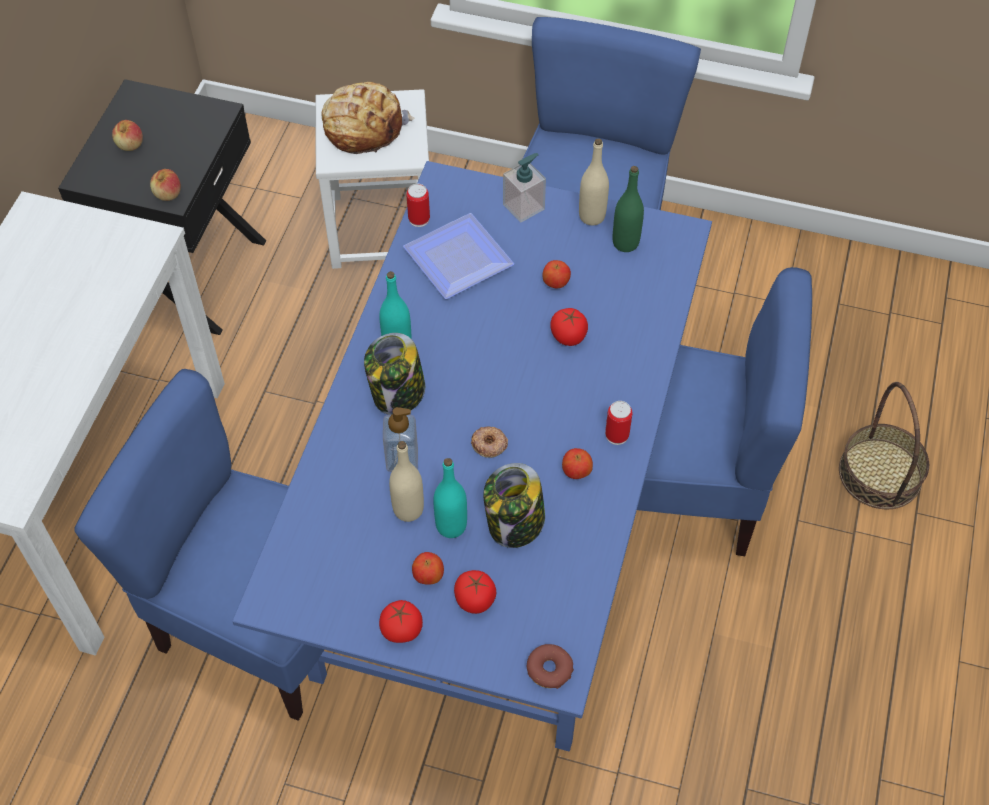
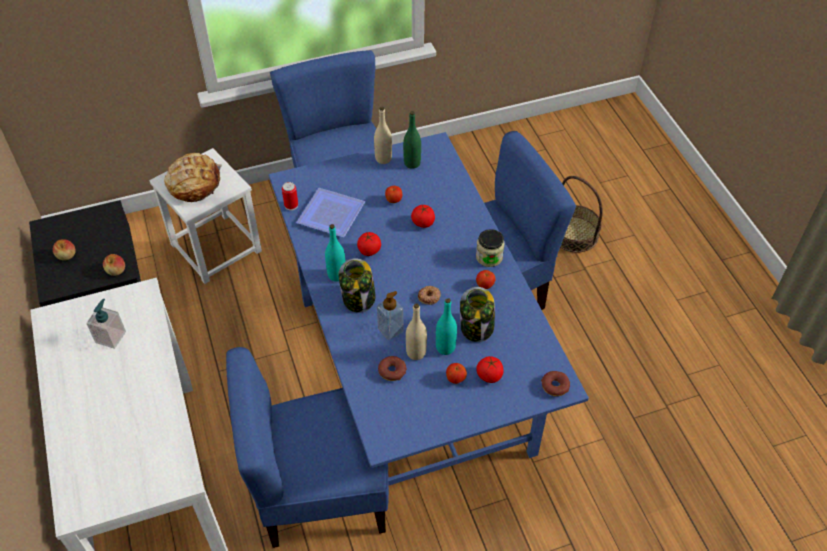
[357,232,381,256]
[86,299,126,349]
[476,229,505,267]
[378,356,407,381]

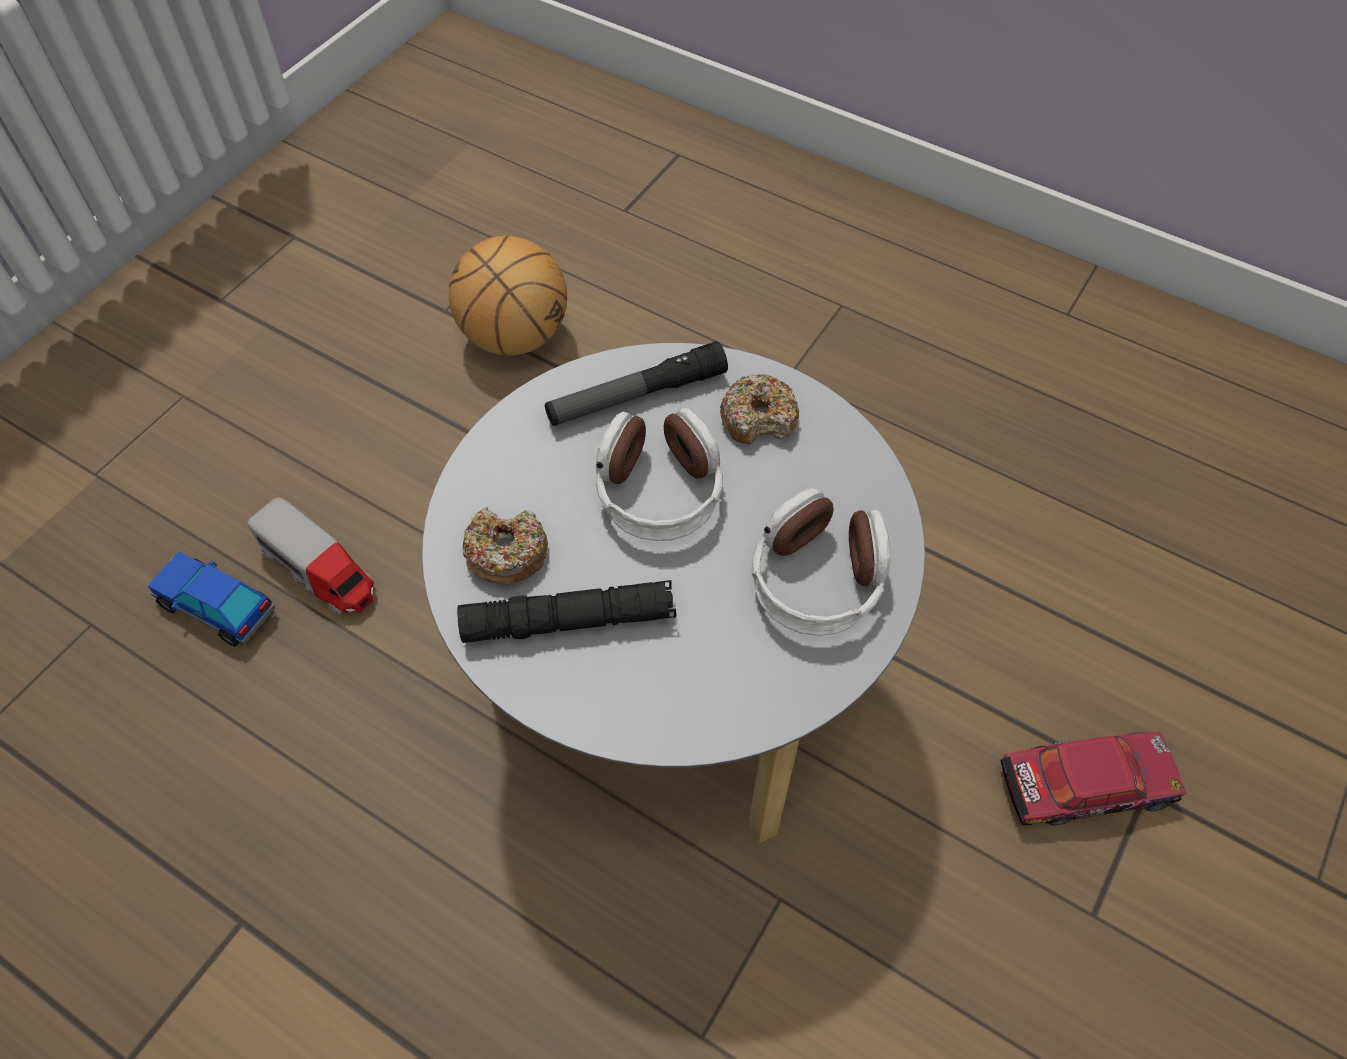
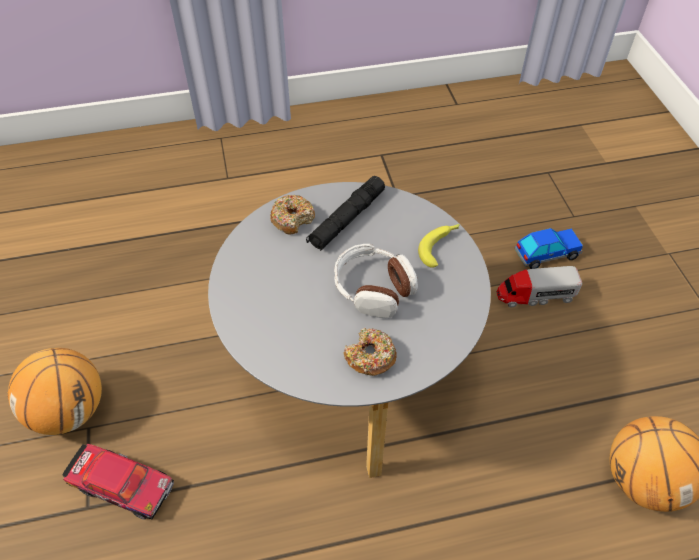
[270,195,315,235]
[545,341,728,426] (first image)
[752,488,891,636] (first image)
[62,443,174,520]
[7,348,102,435]
[418,224,460,268]

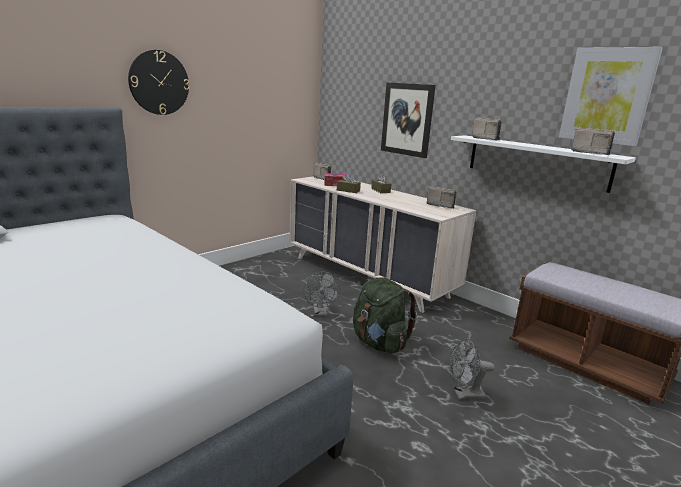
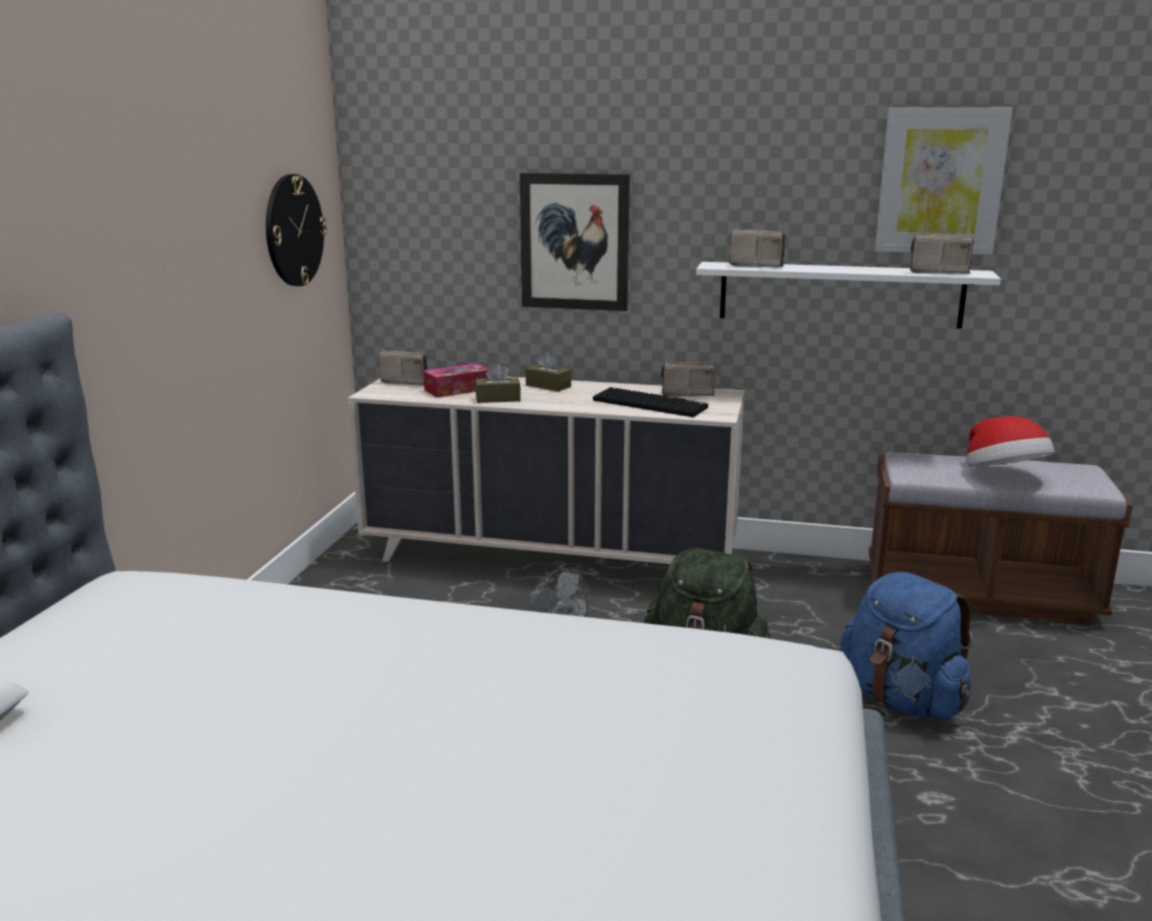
[266,174,327,286]
[840,572,973,720]
[593,387,708,417]
[966,416,1054,467]

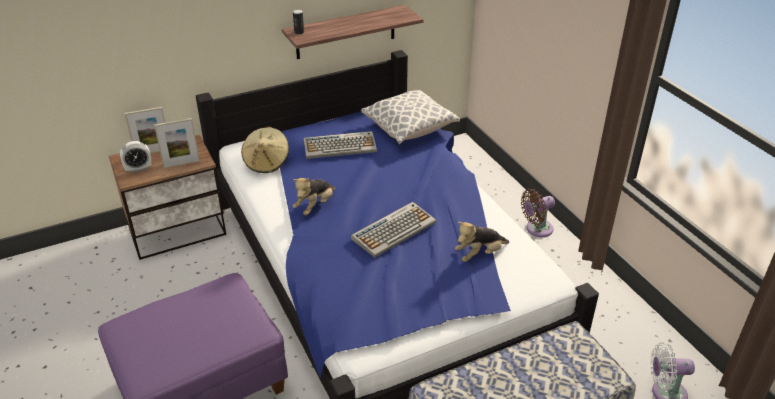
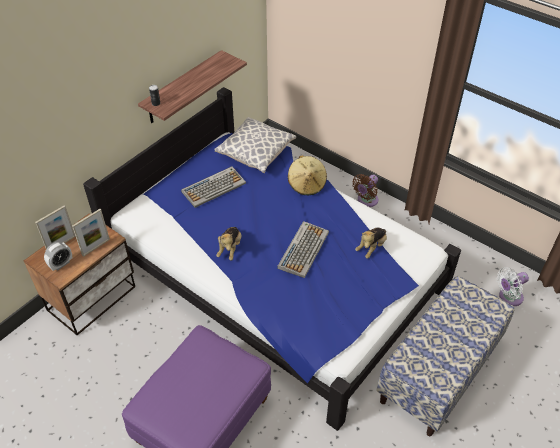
[288,155,327,195]

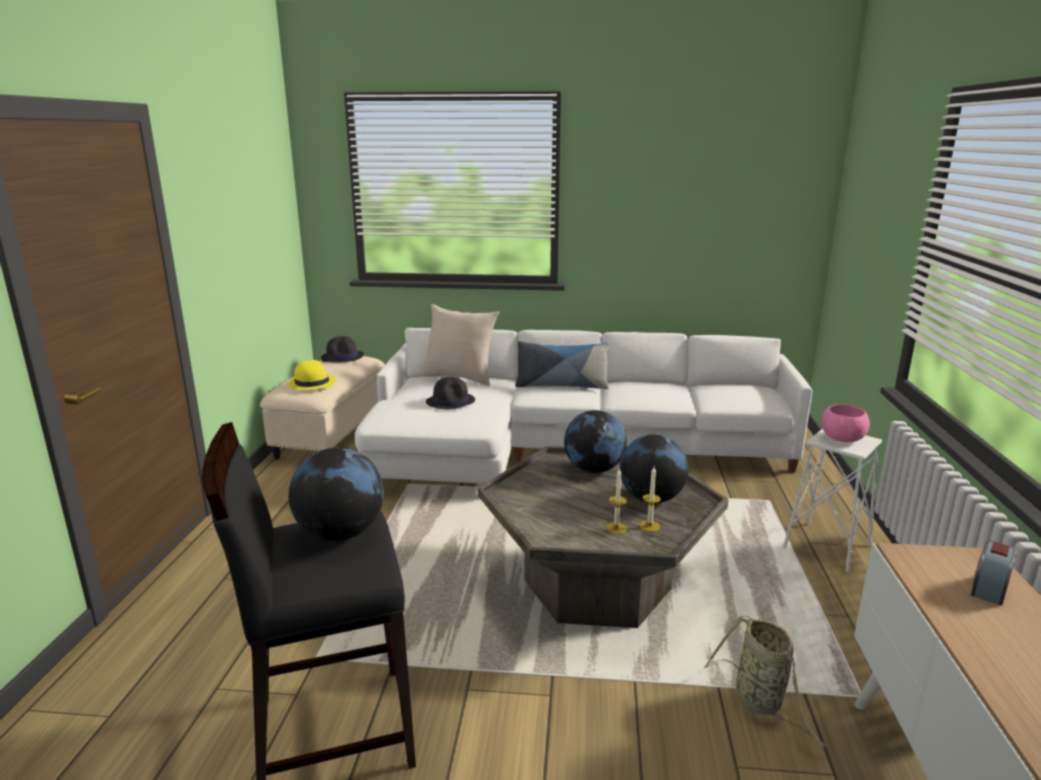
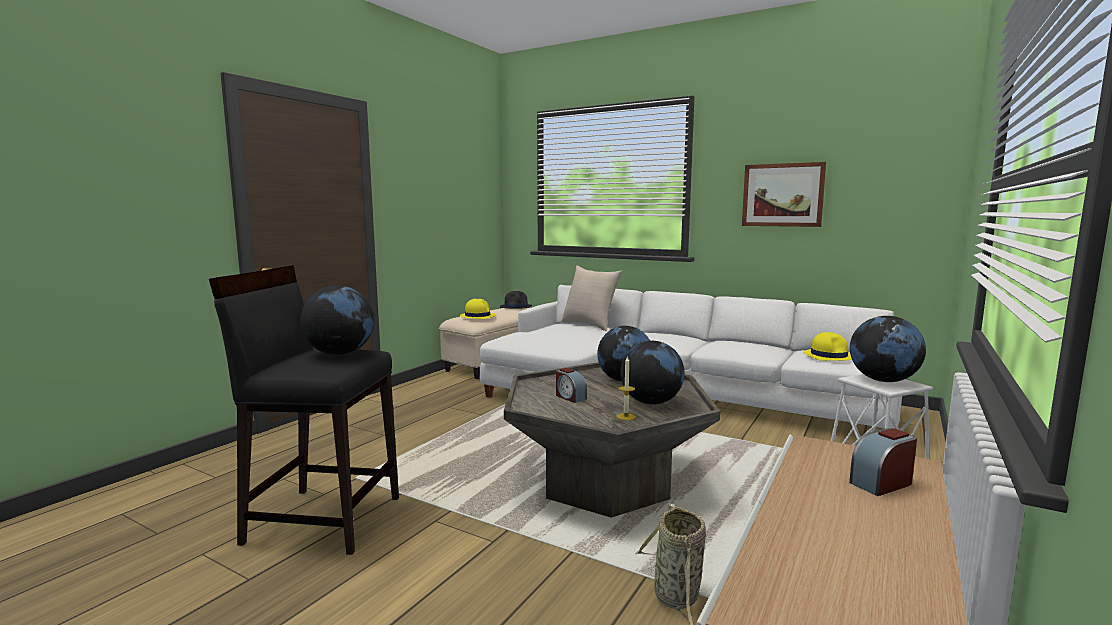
[426,377,475,409] (first image)
[515,341,609,389] (first image)
[606,467,627,534] (first image)
[850,316,926,382]
[556,368,587,403]
[742,162,826,227]
[803,332,852,361]

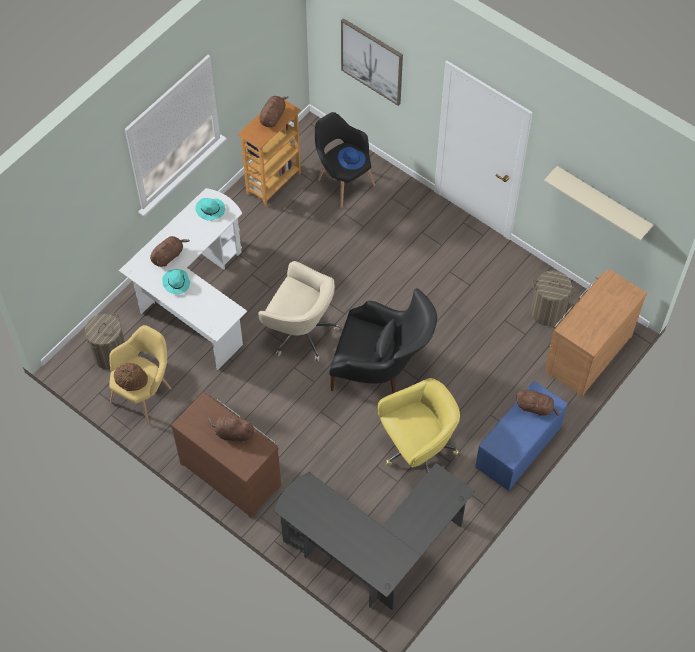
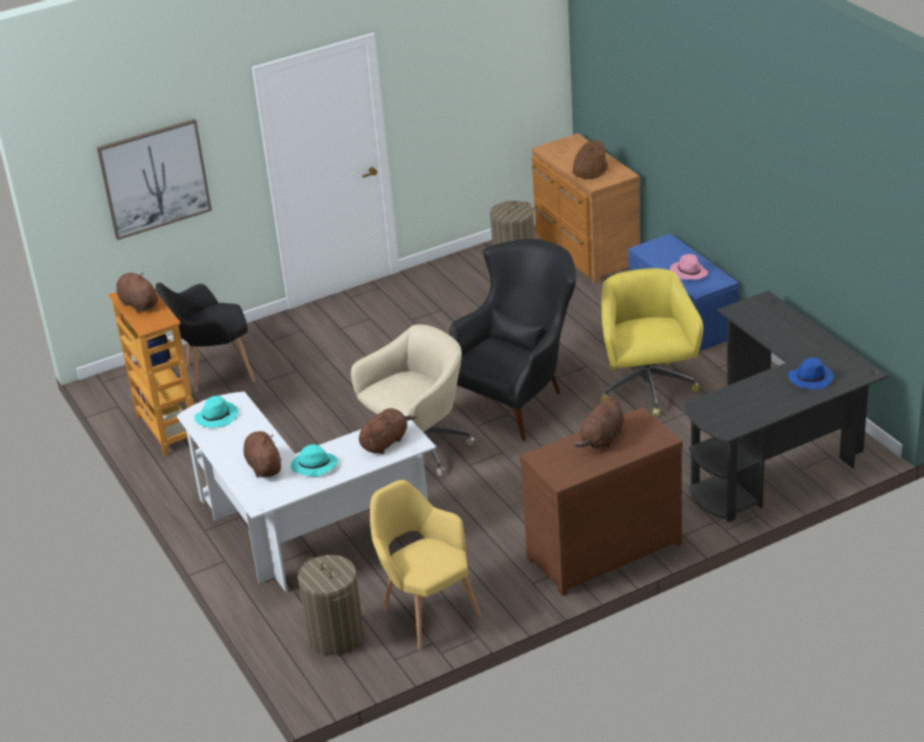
[573,140,608,179]
[788,358,834,390]
[359,408,417,454]
[544,166,653,240] (first image)
[670,254,708,280]

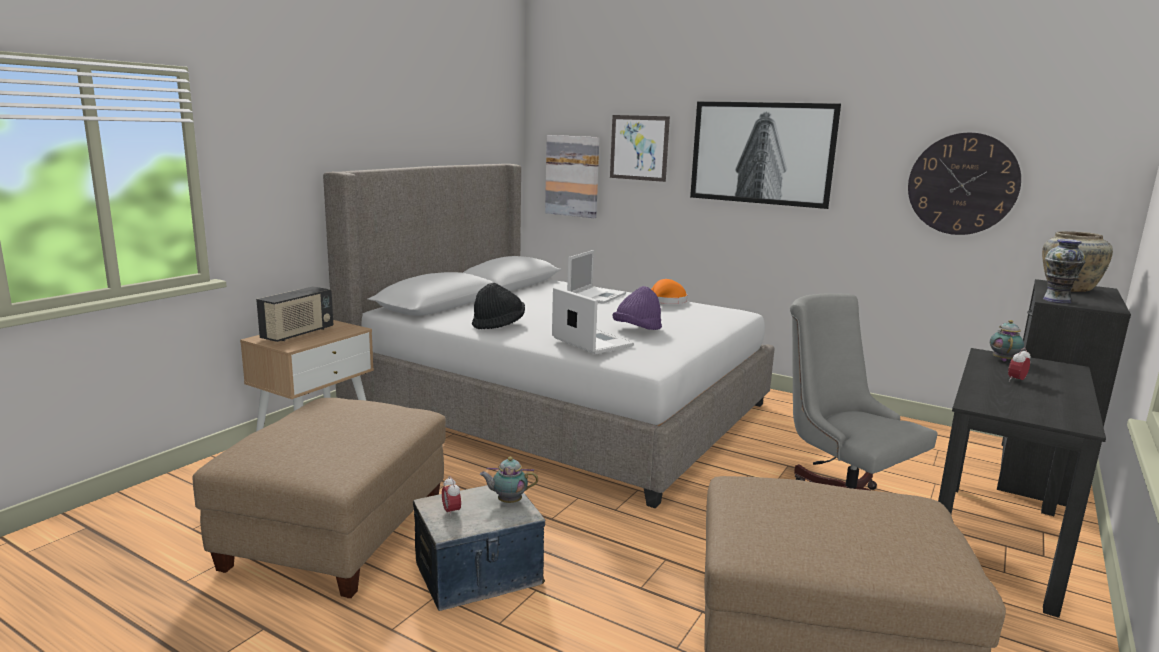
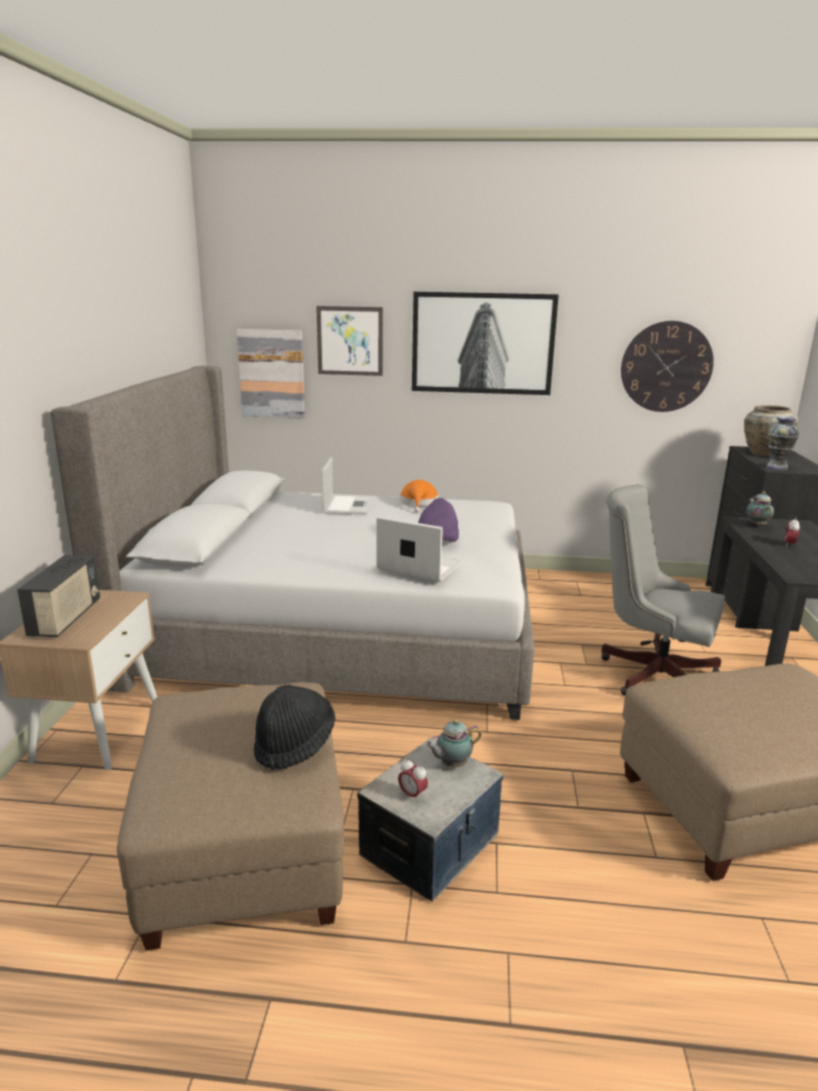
[254,685,335,770]

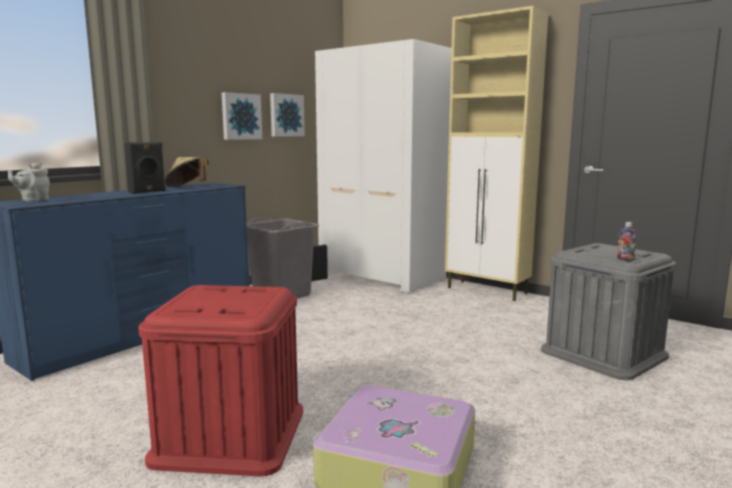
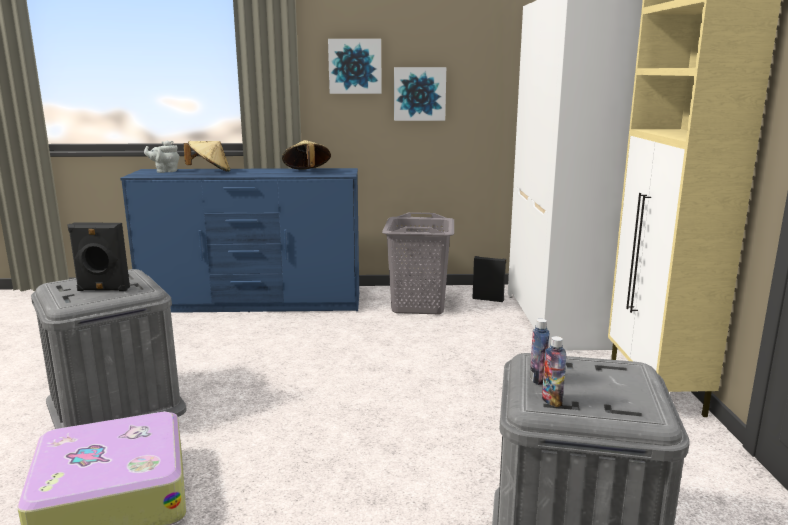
[67,222,130,291]
[31,269,187,429]
[328,39,382,94]
[184,141,230,172]
[530,319,549,385]

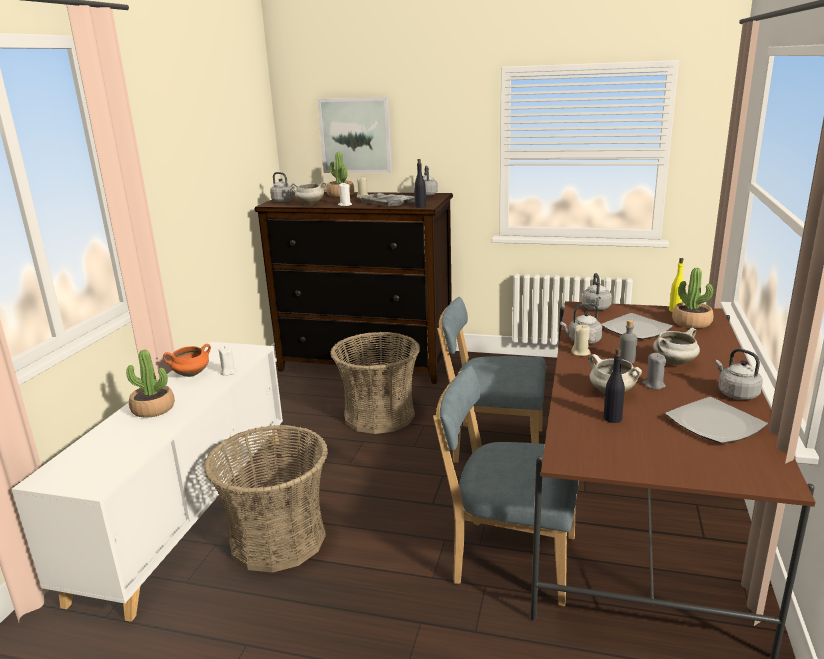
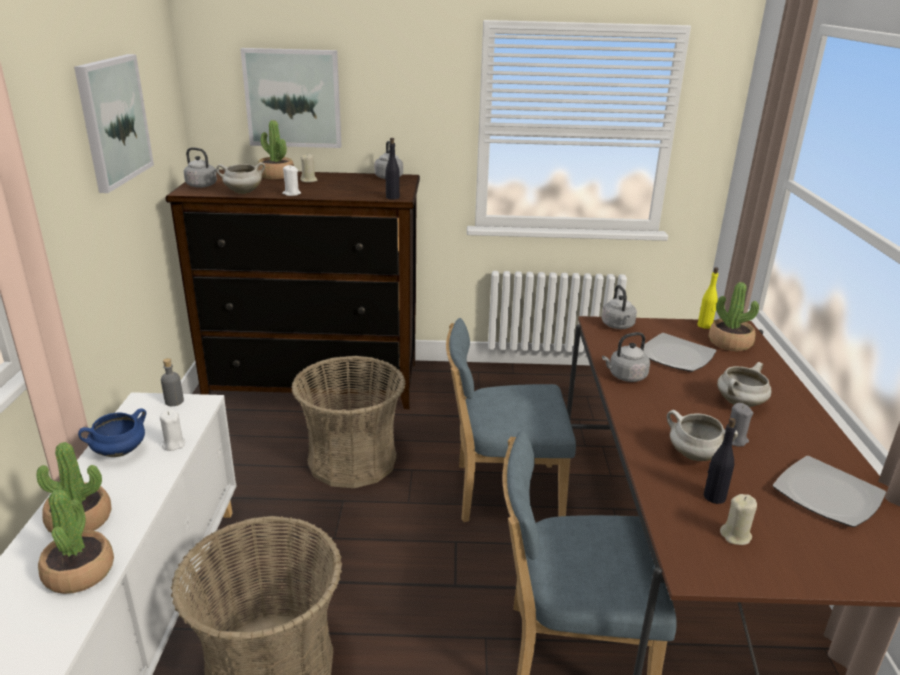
[78,408,146,457]
[359,193,427,207] (first image)
[720,494,757,545]
[161,358,184,406]
[715,349,763,400] (first image)
[38,489,114,594]
[74,54,154,193]

